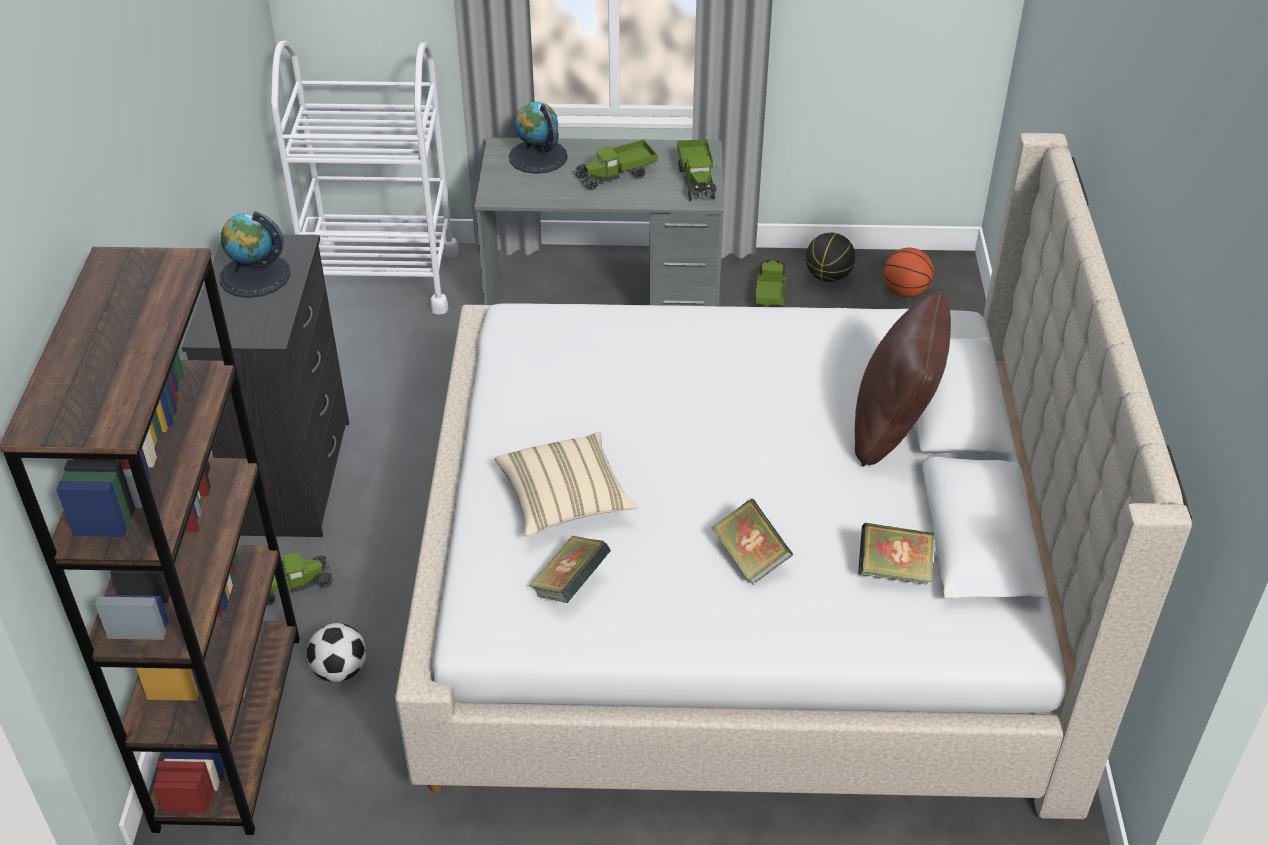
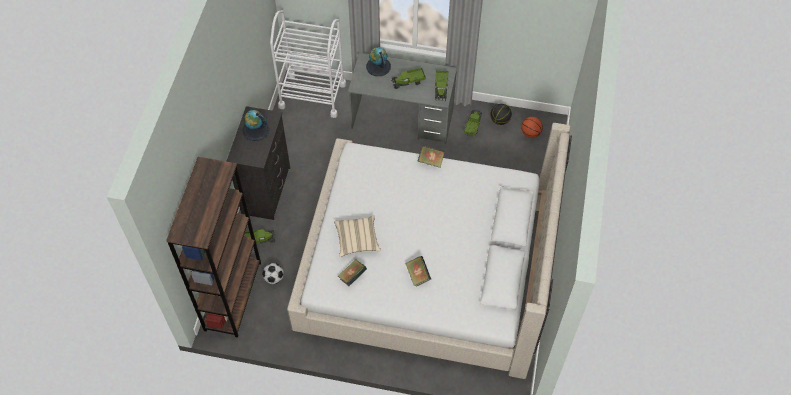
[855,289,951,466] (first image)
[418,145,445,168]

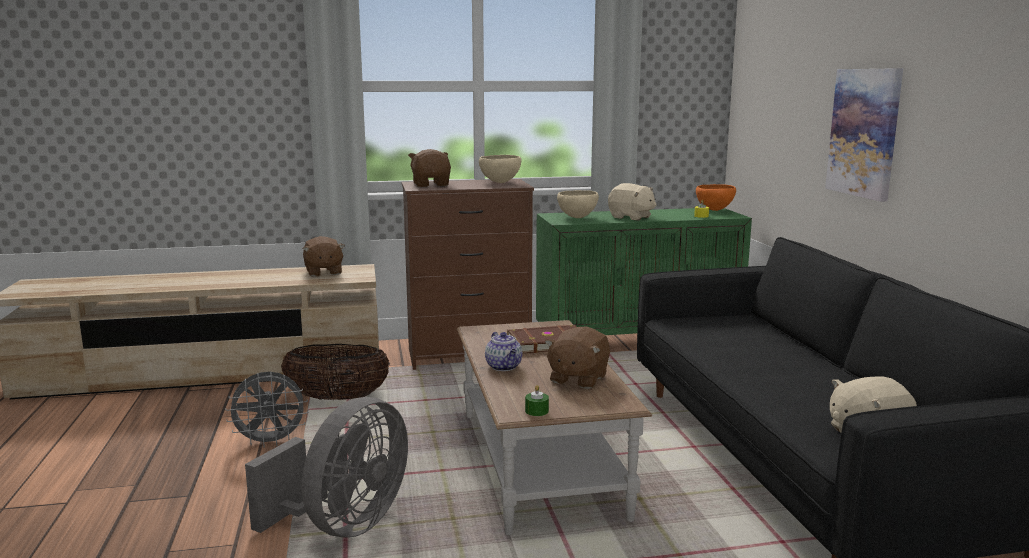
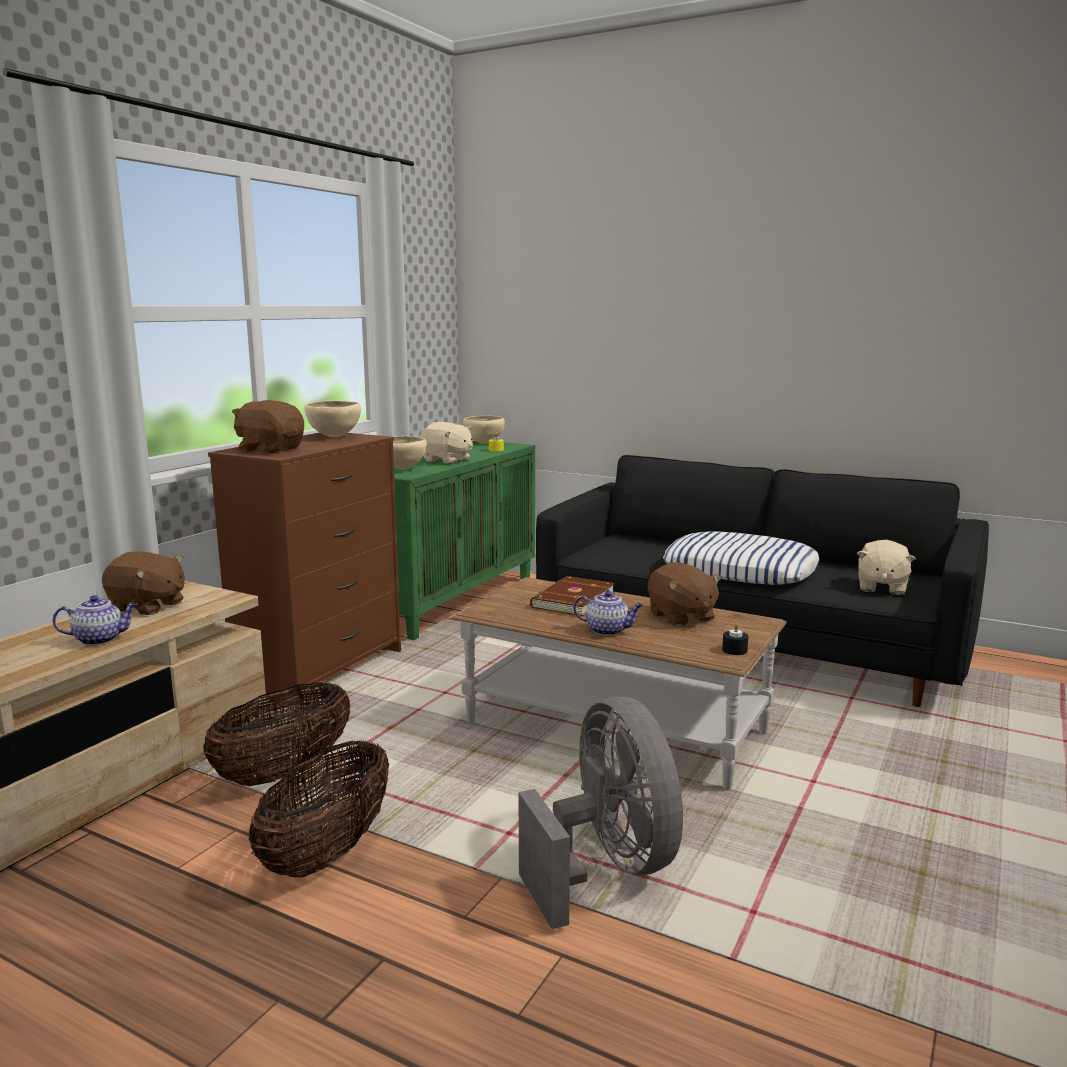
[249,740,389,878]
[722,622,748,655]
[420,422,473,464]
[463,415,505,444]
[825,68,903,202] (first image)
[52,595,137,645]
[663,531,819,585]

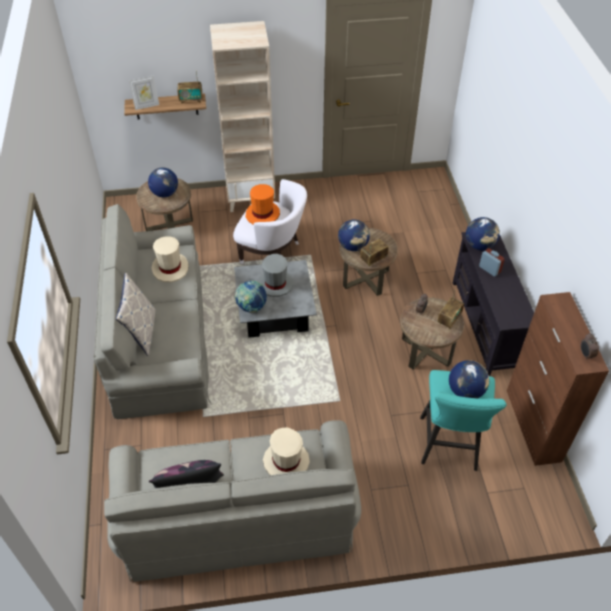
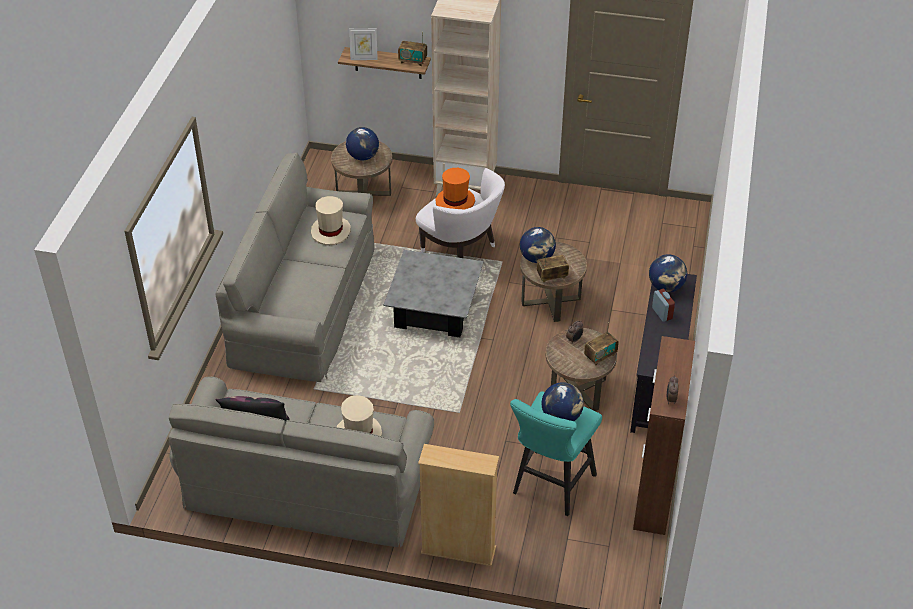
[116,272,156,356] (first image)
[234,281,267,312] (first image)
[258,253,293,297] (first image)
[418,444,499,566]

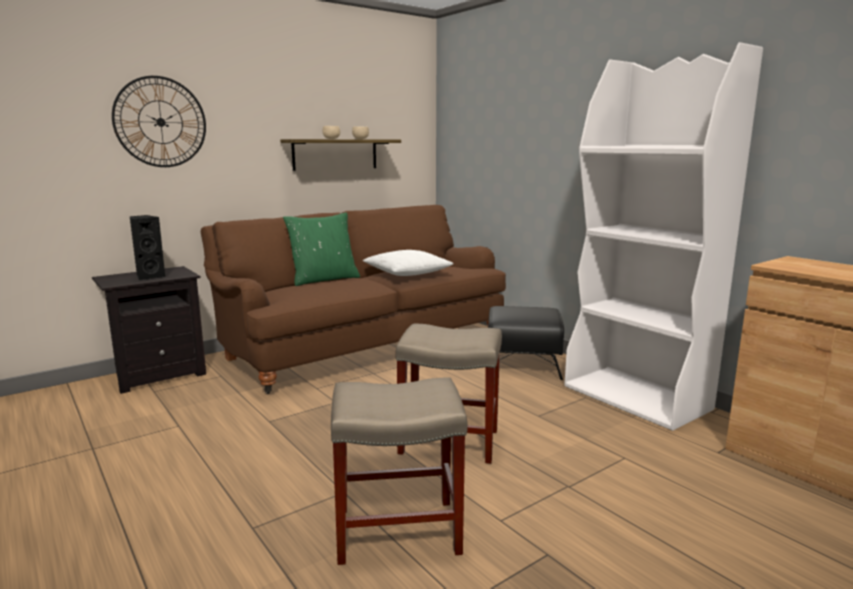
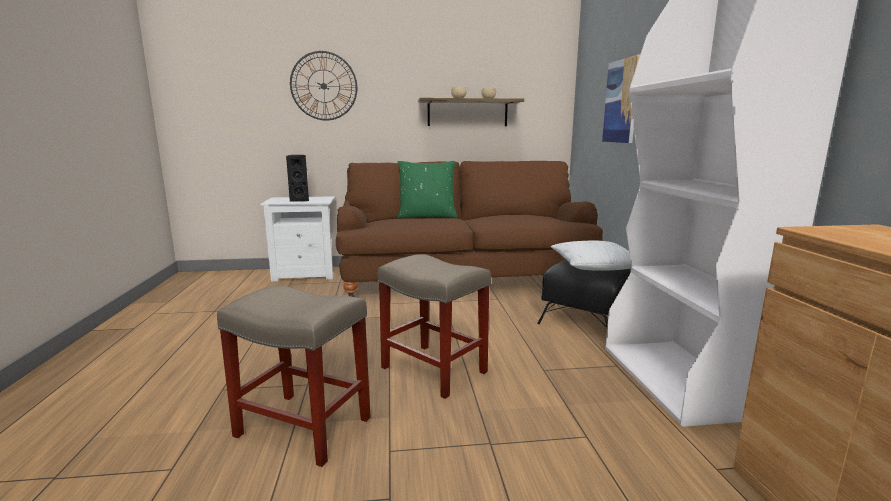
[260,196,335,282]
[551,240,631,271]
[602,54,640,143]

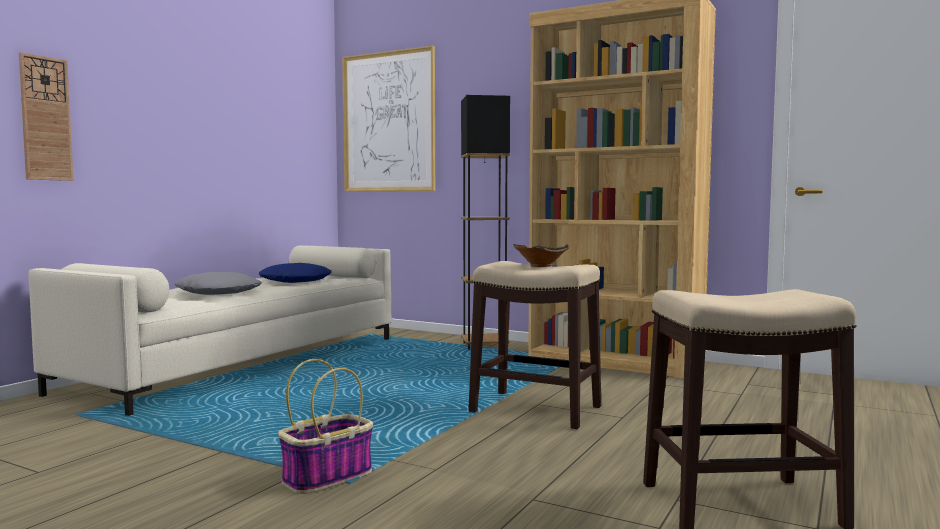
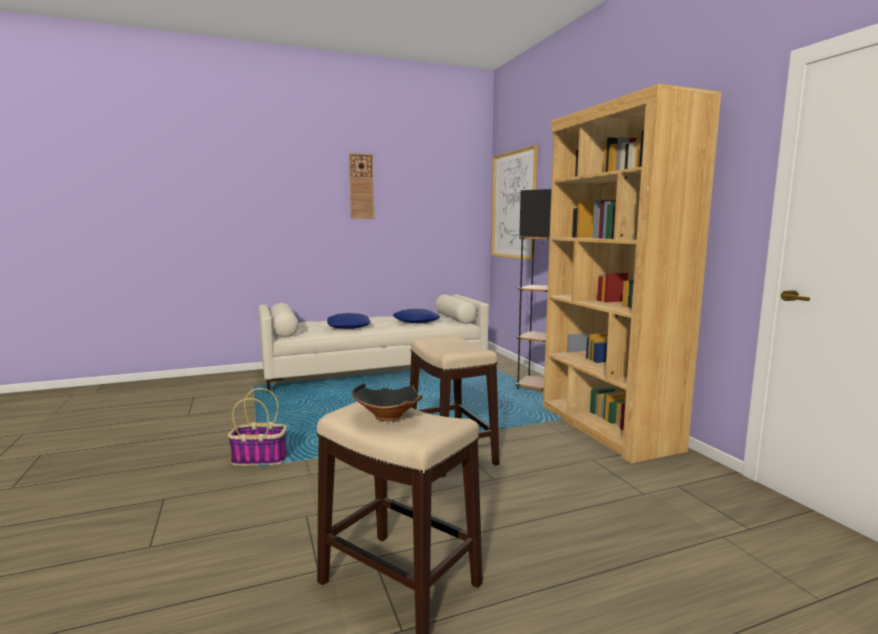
[349,153,374,219]
[327,313,371,329]
[352,383,423,421]

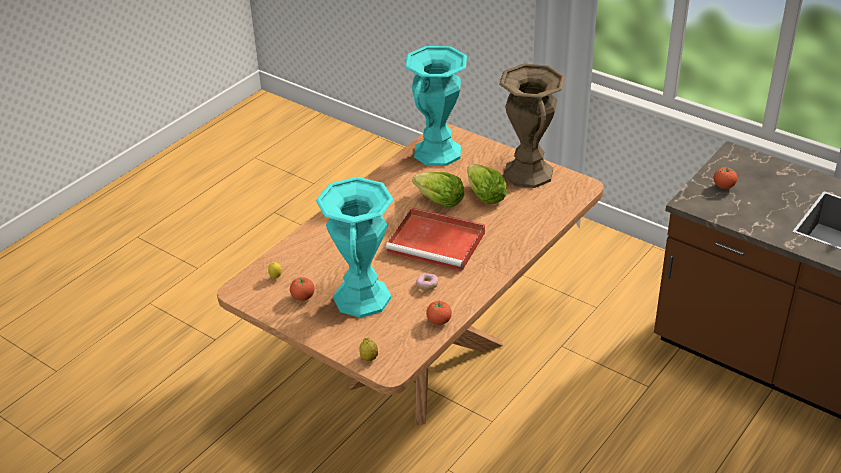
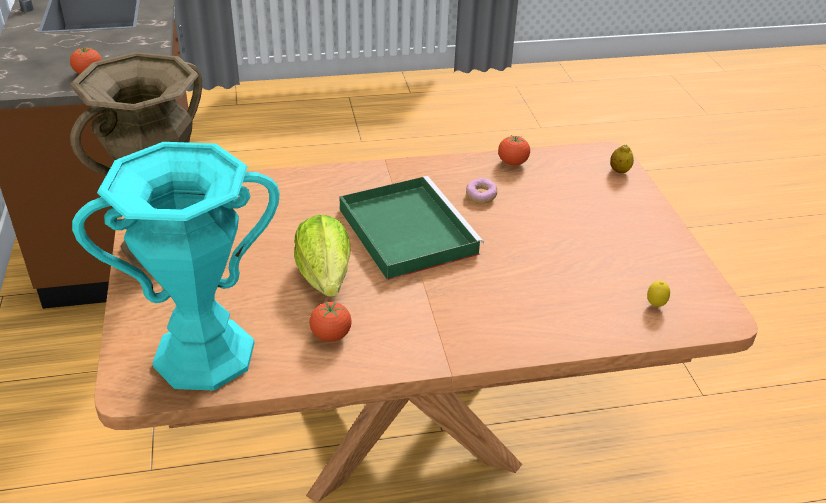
[310,301,352,342]
[316,177,394,318] (first image)
[339,176,484,280]
[467,164,507,204] (first image)

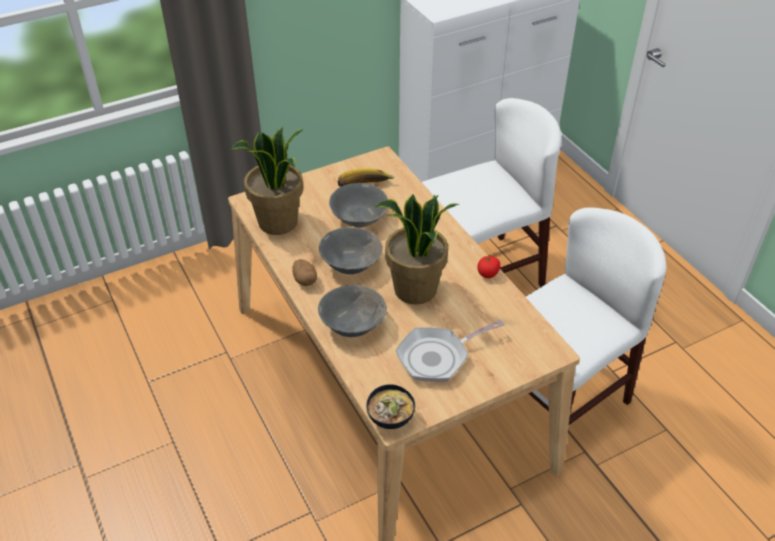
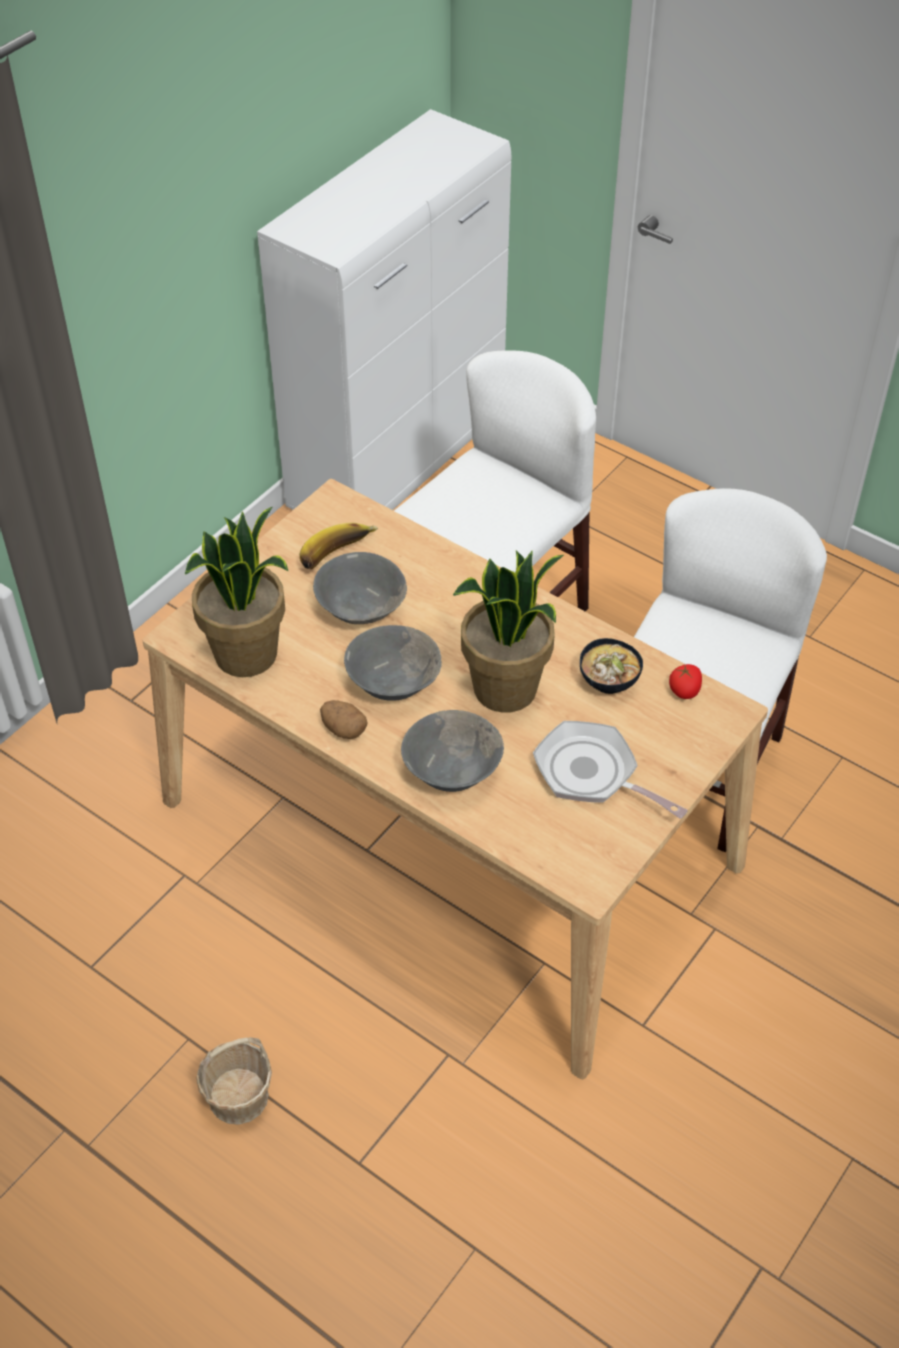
[580,638,643,694]
[533,721,688,819]
[669,664,702,699]
[196,1037,272,1125]

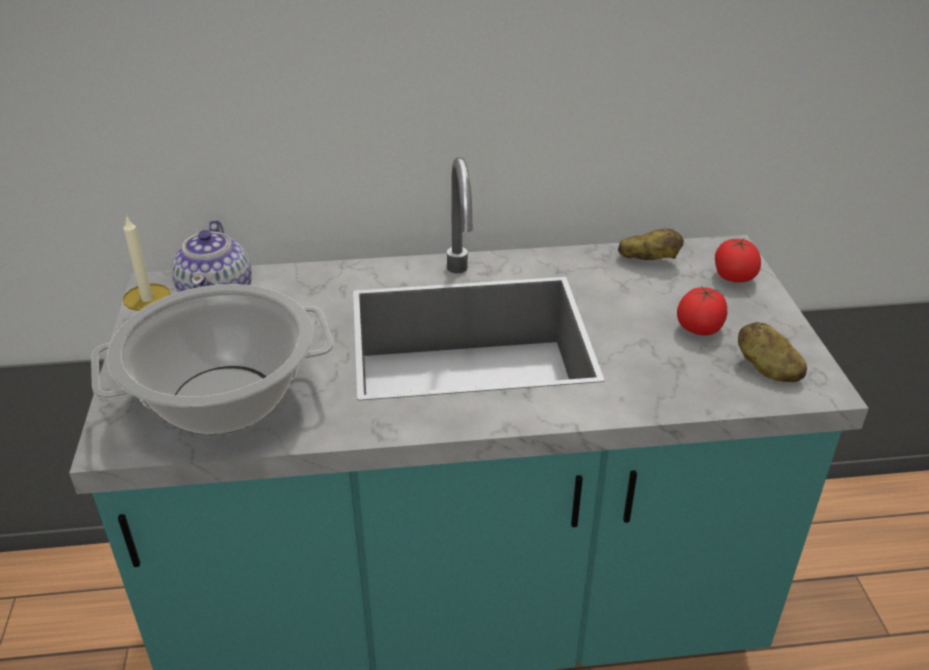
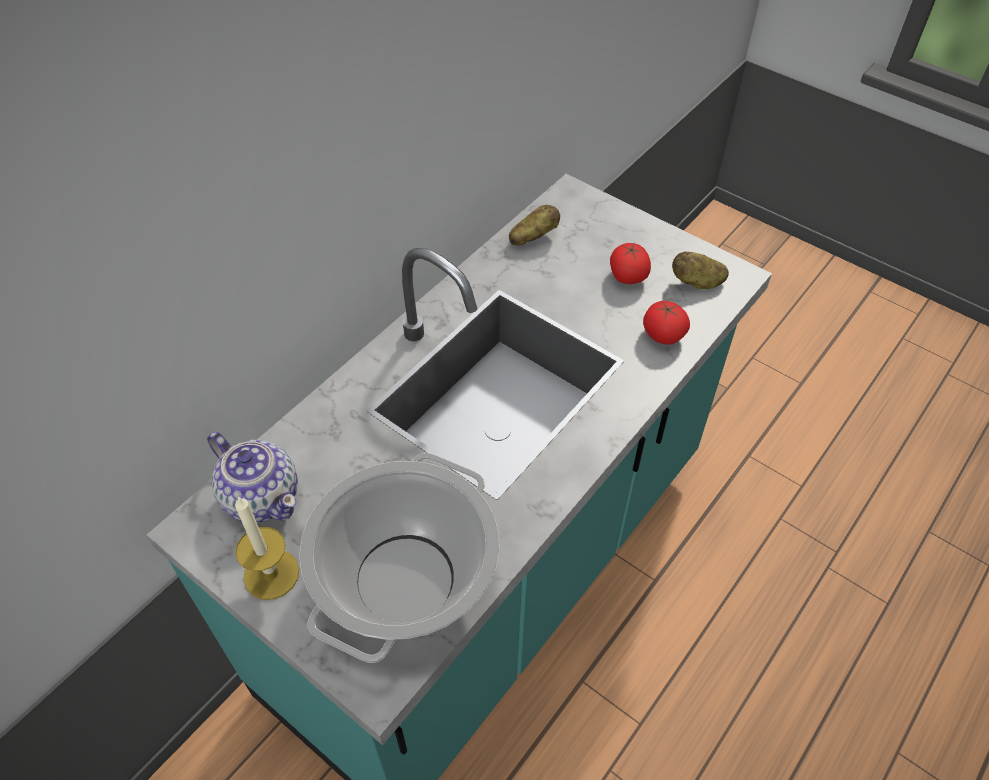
[643,301,690,345]

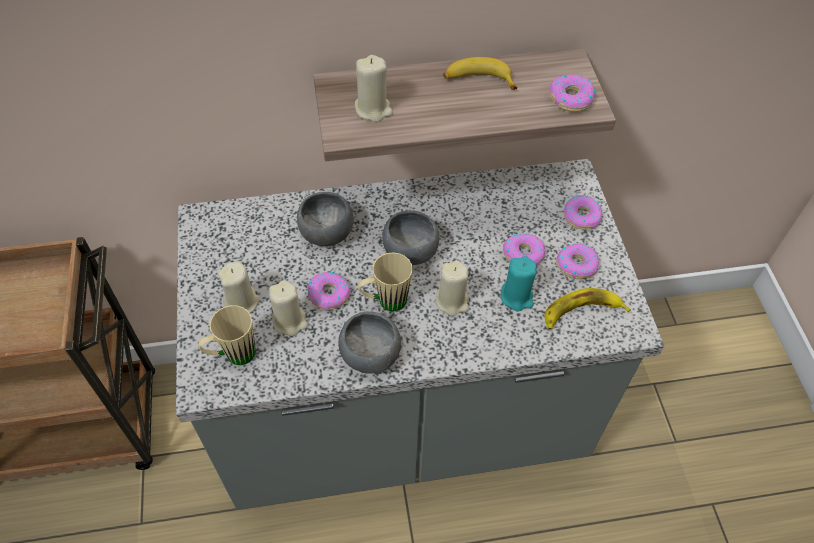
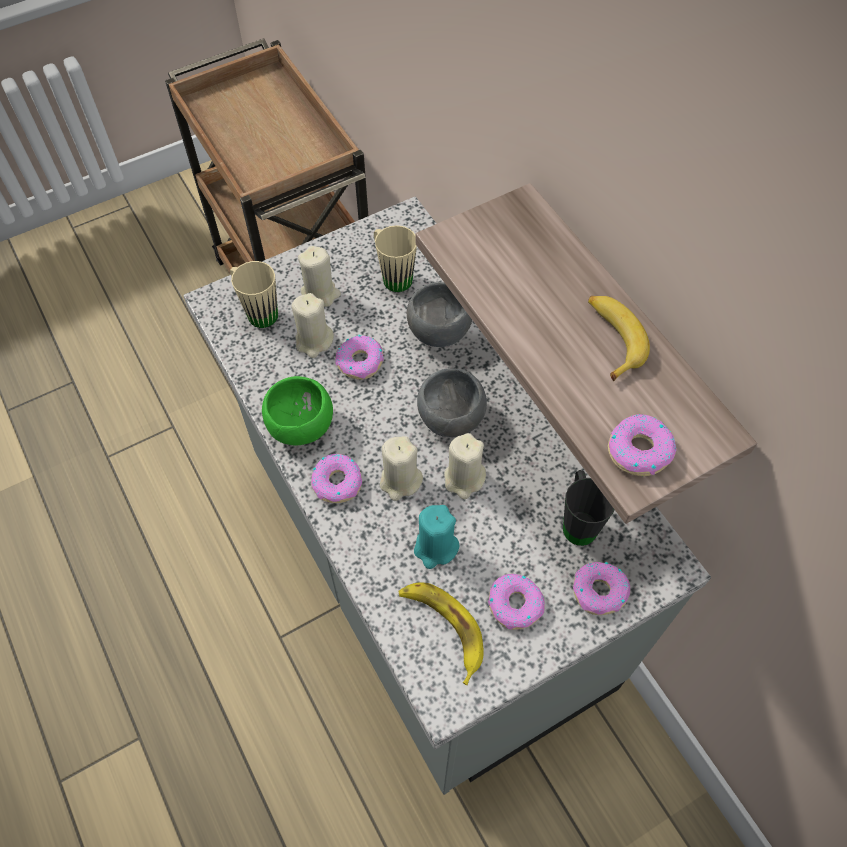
[262,376,333,446]
[444,433,486,499]
[374,225,417,292]
[311,454,362,503]
[563,470,614,546]

